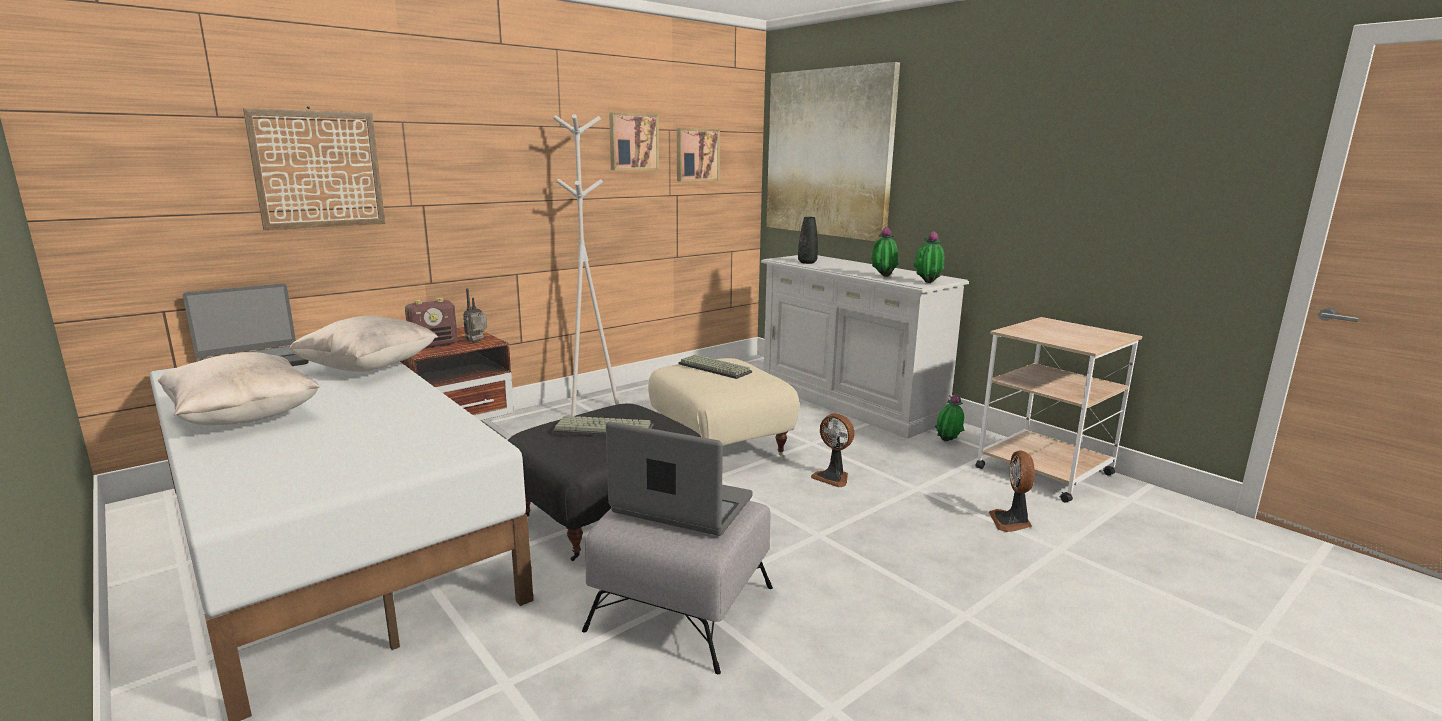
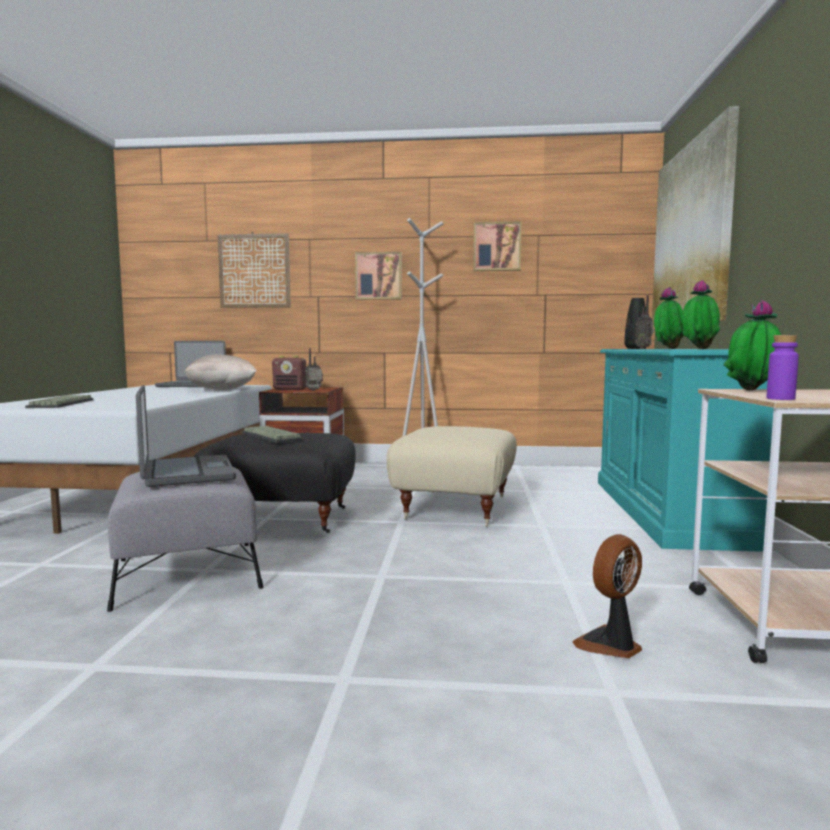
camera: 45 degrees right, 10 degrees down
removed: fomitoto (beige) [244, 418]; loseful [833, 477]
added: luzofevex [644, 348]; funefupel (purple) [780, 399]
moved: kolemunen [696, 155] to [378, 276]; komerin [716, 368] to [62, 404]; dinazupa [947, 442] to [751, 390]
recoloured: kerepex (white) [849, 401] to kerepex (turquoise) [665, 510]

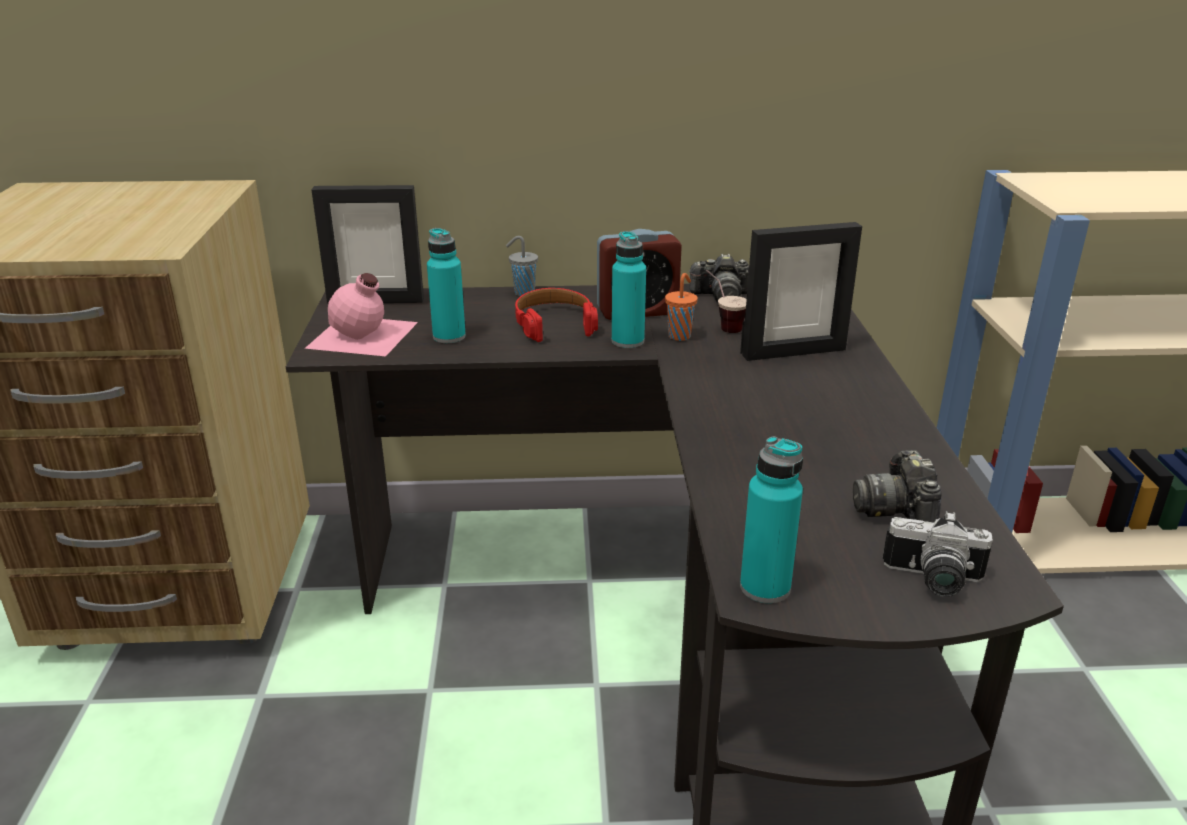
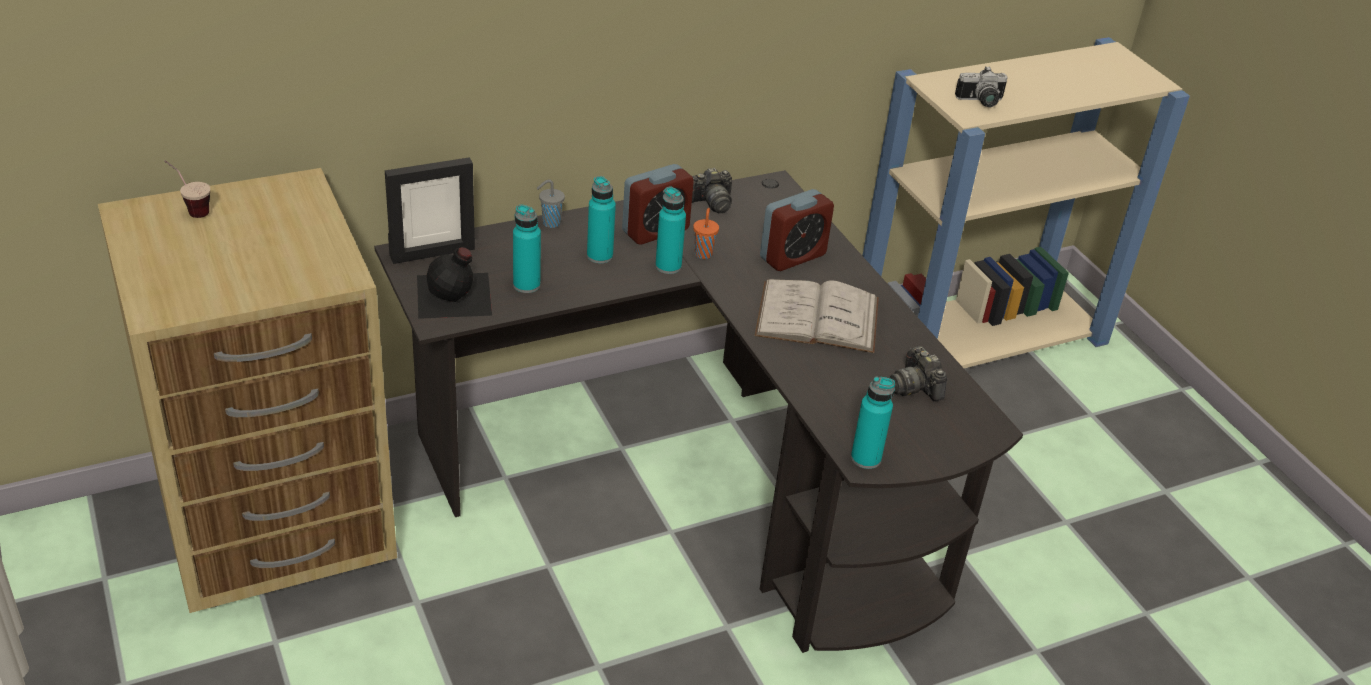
camera: 25 degrees left, 10 degrees up
added: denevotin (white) [817, 317]
moved: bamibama [722, 325] to [190, 209]; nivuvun [933, 581] to [981, 102]
replaced: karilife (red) [554, 324] to funefupel (turquoise) [599, 256]; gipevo [793, 351] to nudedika [792, 256]
recoloured: funefupel (pink) [363, 335] to funefupel (black) [455, 295]

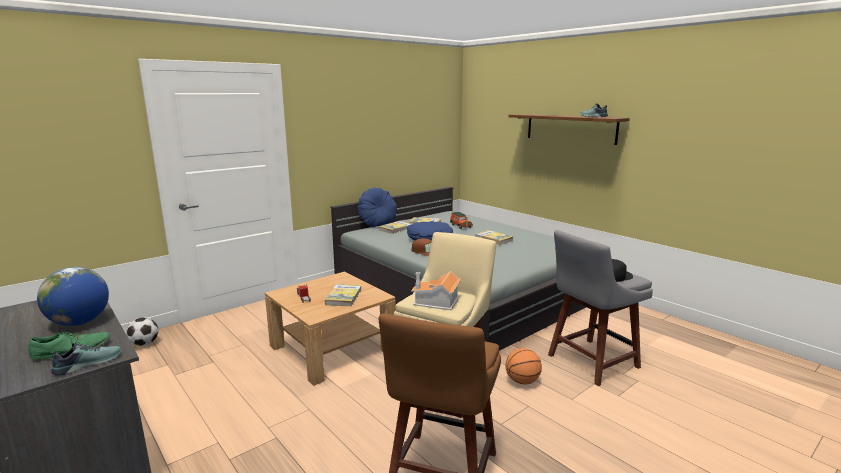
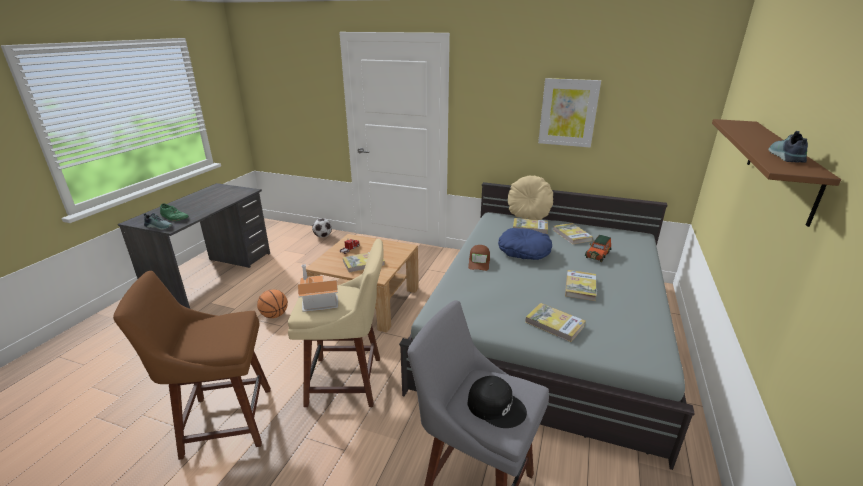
camera: 60 degrees right, 10 degrees up
removed: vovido [80, 322]
added: denevotin [554, 324]; kolemunen [568, 112]
moved: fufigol [522, 381] to [274, 315]
recoloured: fomitoto (blue) [377, 225] to fomitoto (beige) [528, 217]

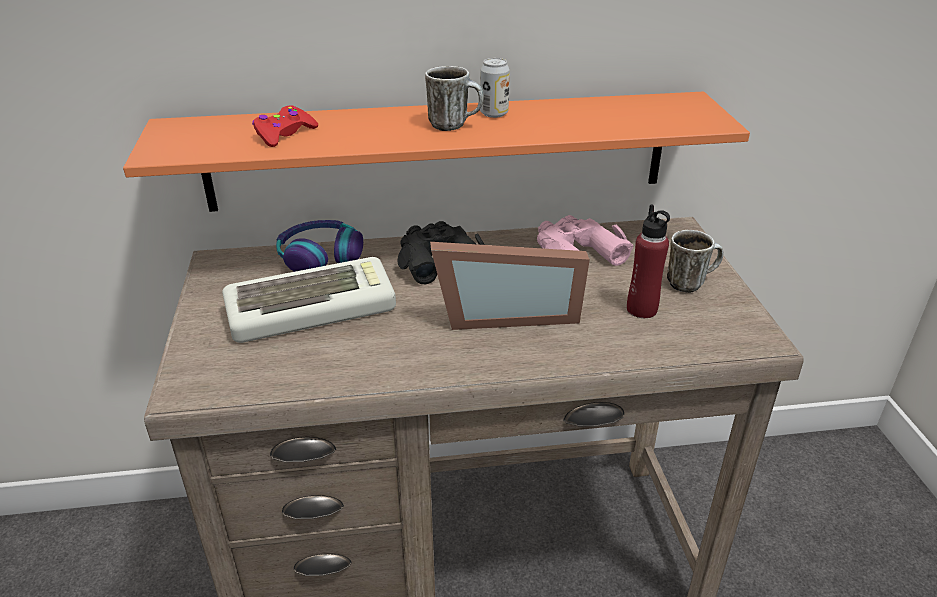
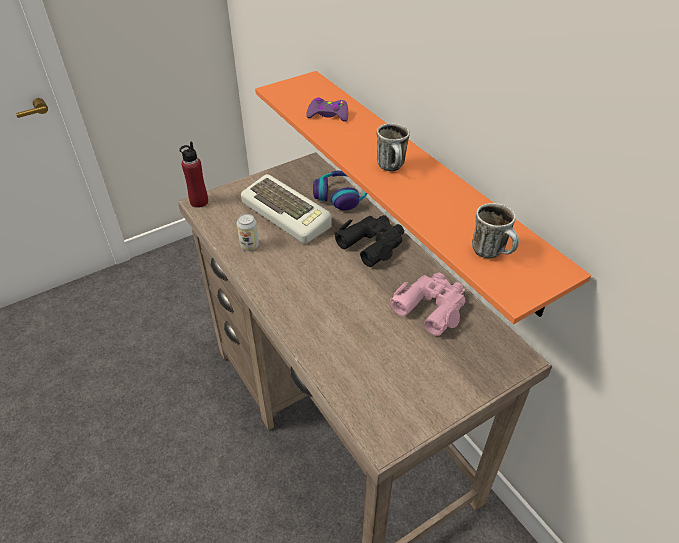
camera: 65 degrees right, 10 degrees up
removed: gipevo [506, 314]
moved: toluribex [494, 113] to [249, 245]; funefupel (red) [642, 309] to [199, 202]; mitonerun [690, 283] to [492, 252]
recoloured: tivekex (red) [284, 134] to tivekex (purple) [328, 115]

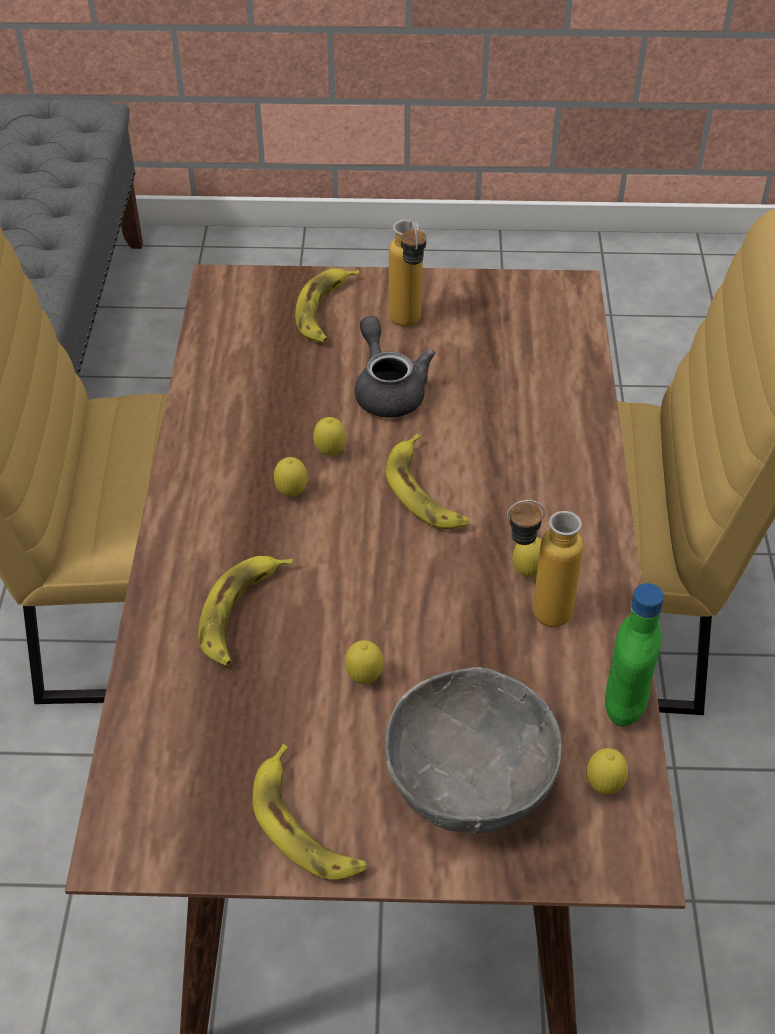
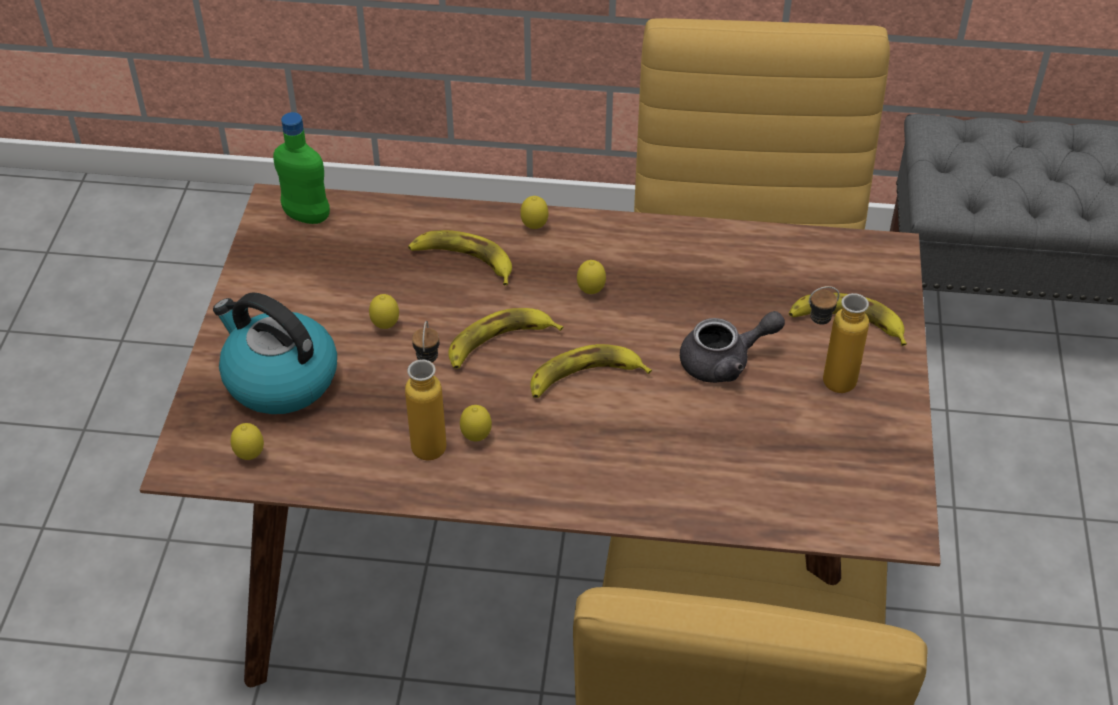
camera: 95 degrees right, 0 degrees up
moved: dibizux [305, 825] to [499, 343]; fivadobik [330, 453] to [534, 227]; funefupel (green) [624, 705] to [306, 217]
replaced: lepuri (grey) [470, 779] to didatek [279, 379]

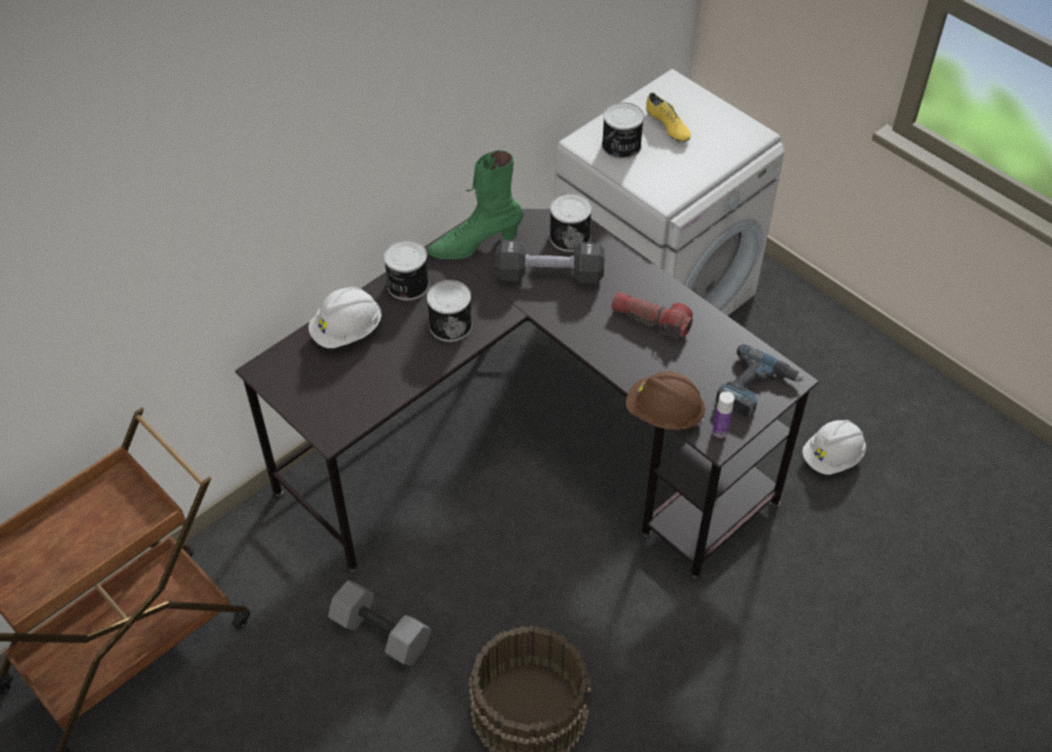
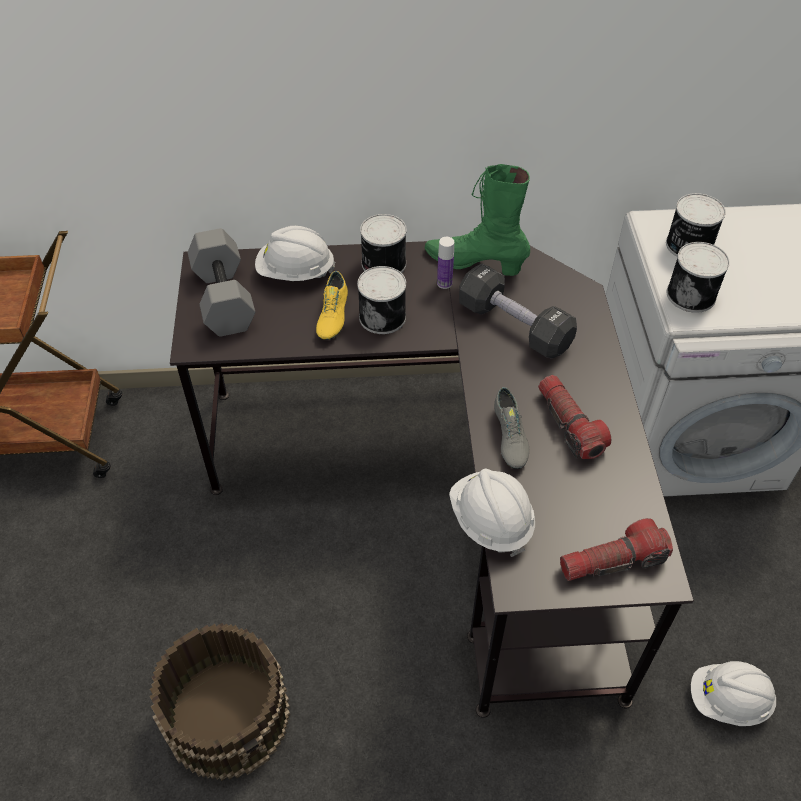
camera: 40 degrees right, 0 degrees up
added: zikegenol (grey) [509, 437]
moved: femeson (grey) [379, 633] to [222, 298]; toluribex [570, 236] to [692, 294]; zikegenol (yellow) [667, 127] to [332, 316]; funefupel [720, 431] to [444, 283]
replaced: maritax [756, 389] to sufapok [612, 561]
recoloured: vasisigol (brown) [664, 414] to vasisigol (white) [490, 521]

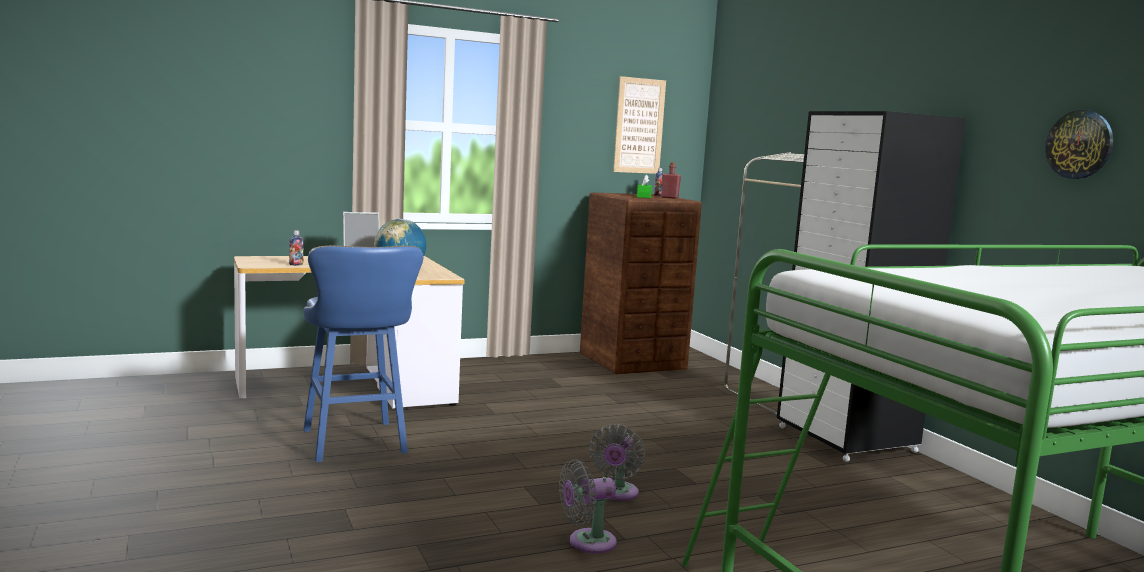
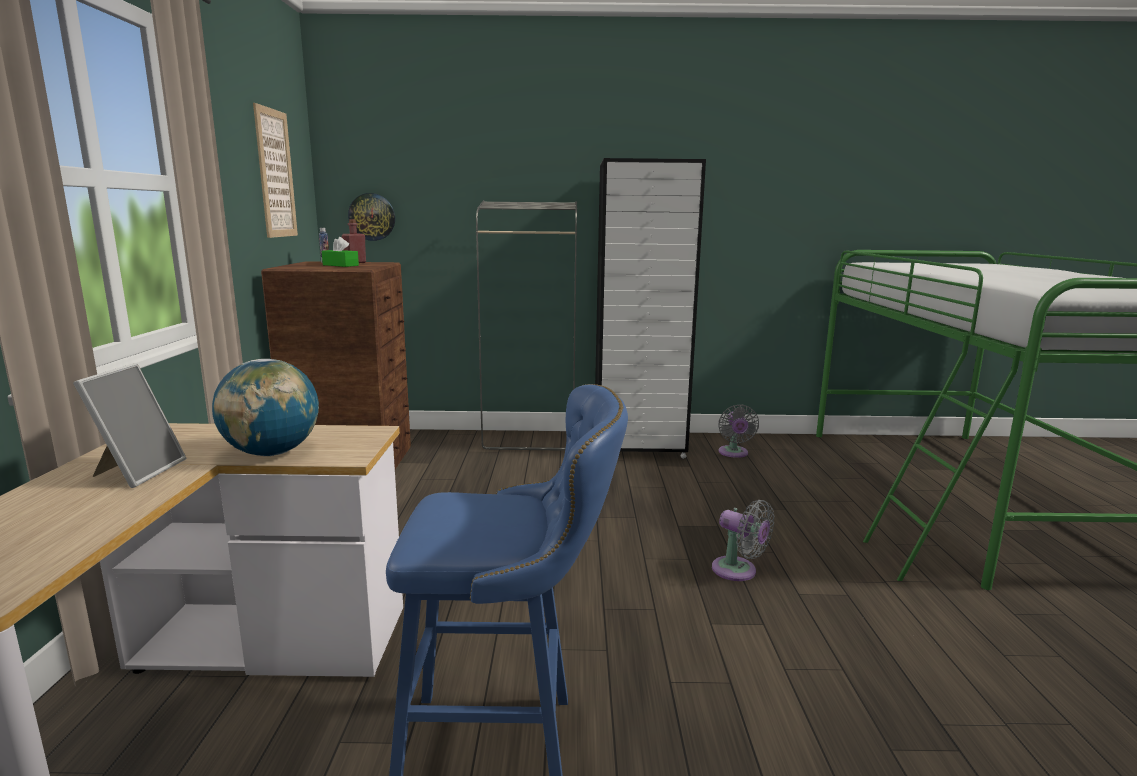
camera: 65 degrees left, 5 degrees up
removed: funefupel [296, 265]
moved: loseful (grey) [587, 542] to [733, 453]; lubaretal [1079, 144] to [372, 217]

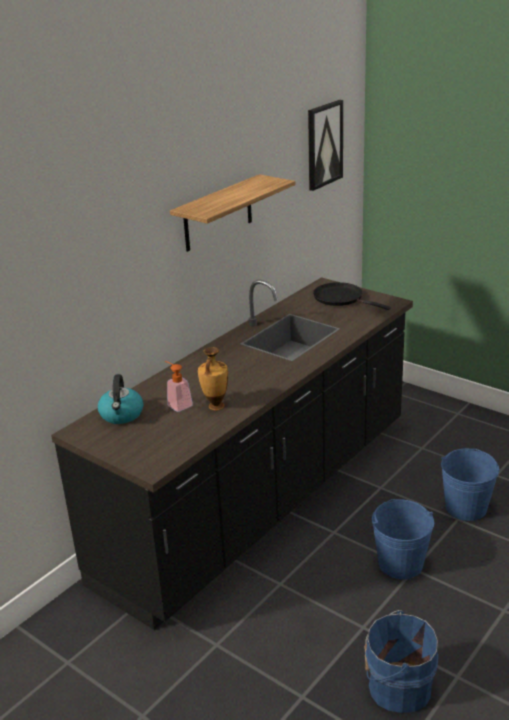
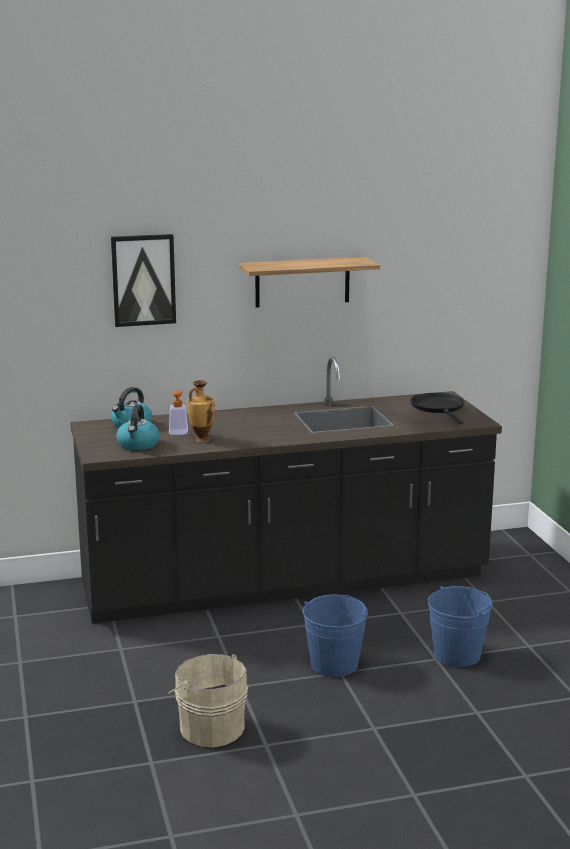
camera: 35 degrees right, 10 degrees down
added: didatek [138, 445]
moved: kolemunen [324, 144] to [143, 280]
recoloured: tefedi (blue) [396, 686] to tefedi (beige) [210, 727]

